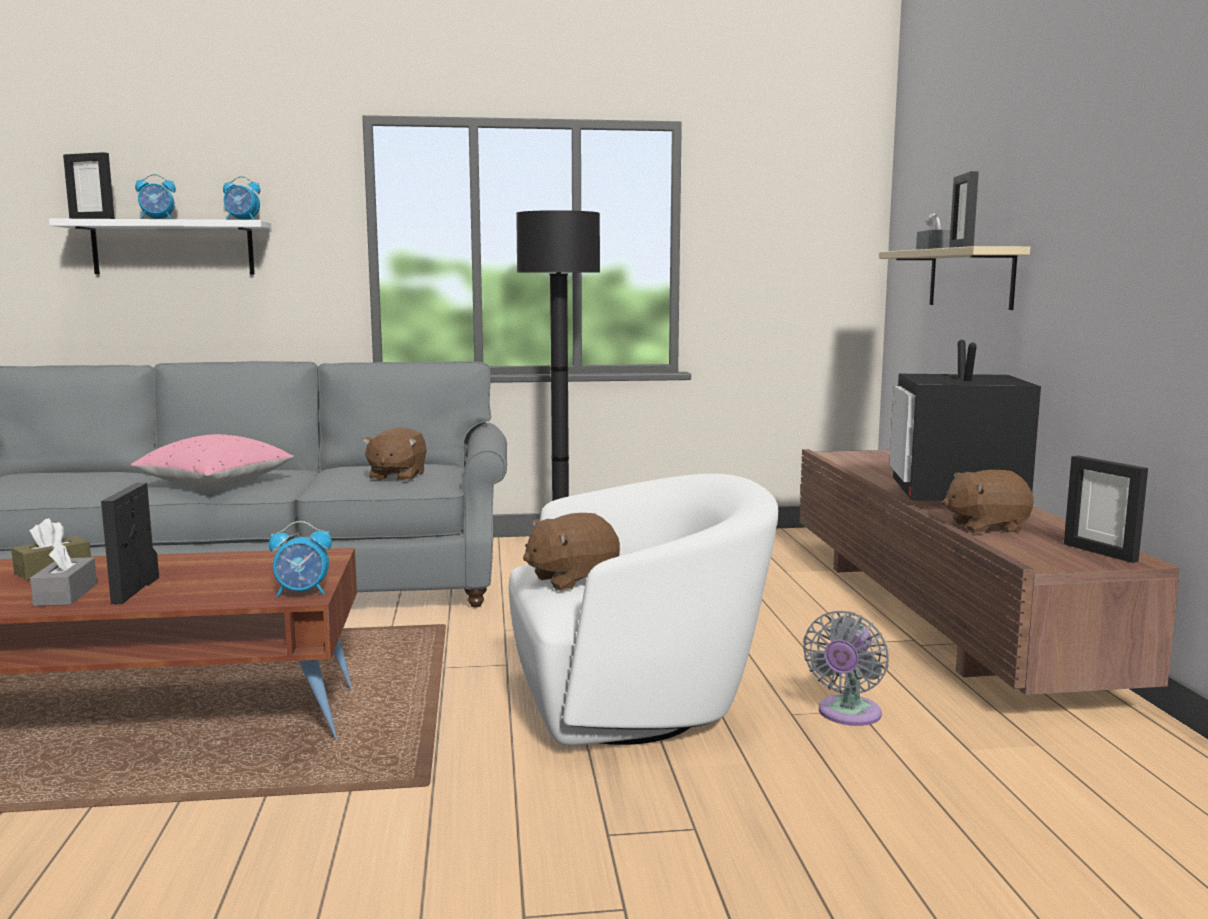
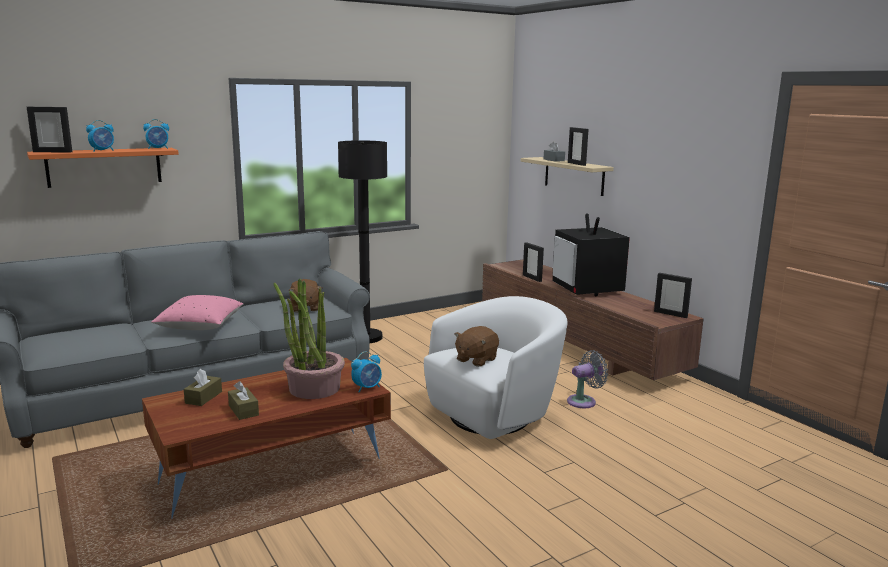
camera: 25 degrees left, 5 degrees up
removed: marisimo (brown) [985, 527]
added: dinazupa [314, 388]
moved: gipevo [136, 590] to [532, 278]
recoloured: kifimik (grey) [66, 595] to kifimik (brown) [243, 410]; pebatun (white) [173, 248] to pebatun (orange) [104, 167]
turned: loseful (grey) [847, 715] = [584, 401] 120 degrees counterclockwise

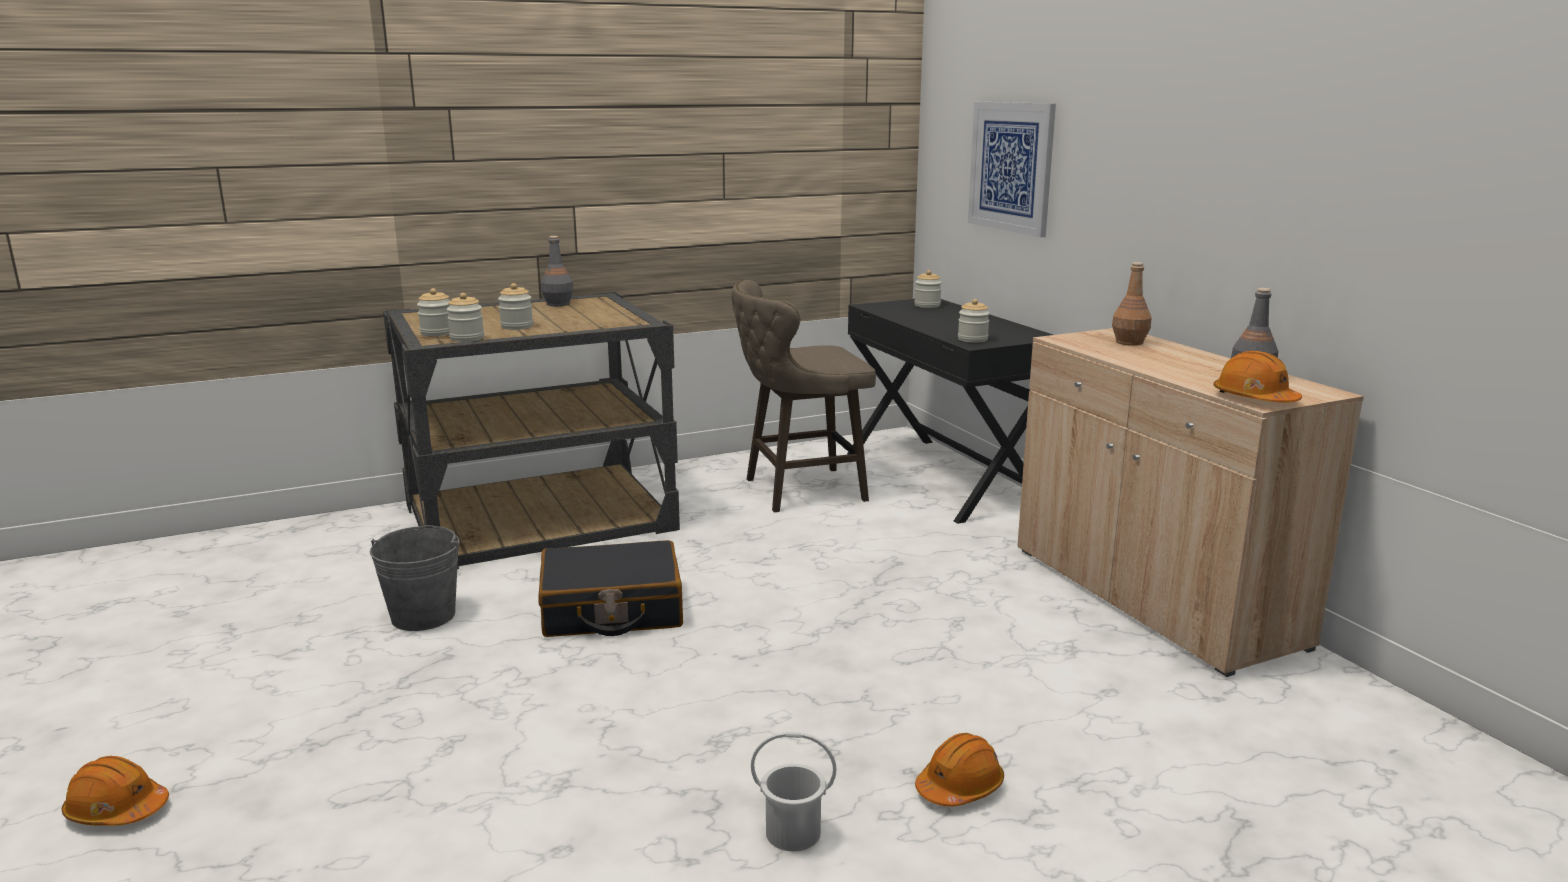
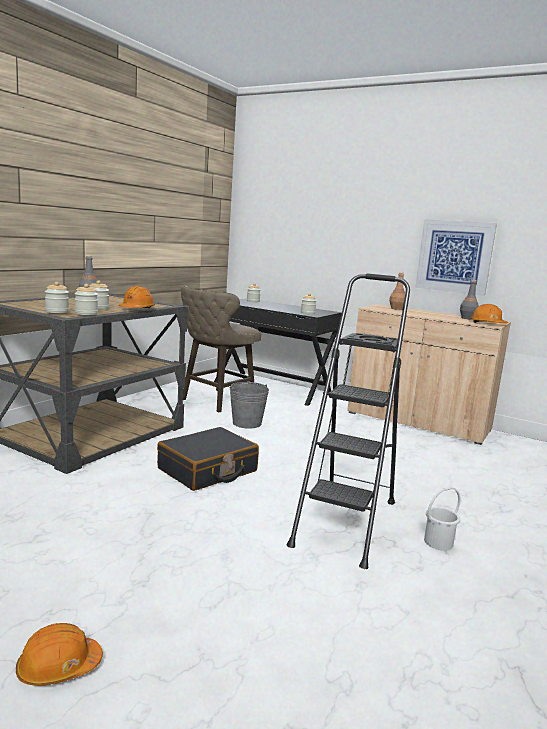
camera: 35 degrees left, 5 degrees down
added: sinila [346, 521]
moved: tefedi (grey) [423, 616] to [247, 423]; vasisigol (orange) [960, 787] to [137, 309]; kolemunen [1011, 167] to [454, 256]

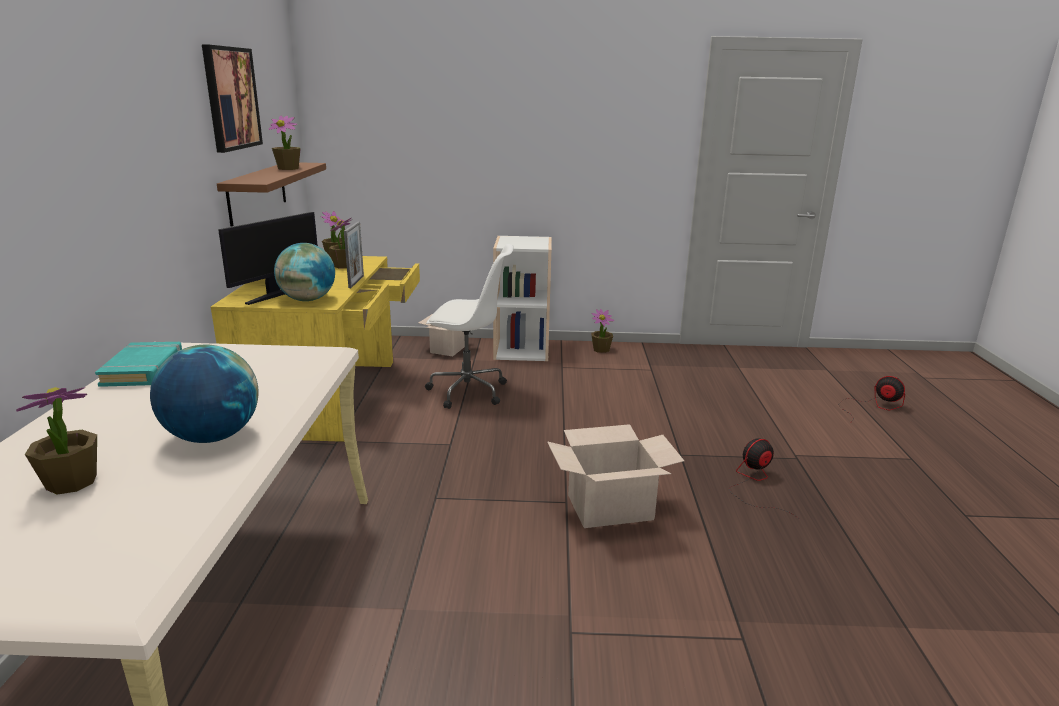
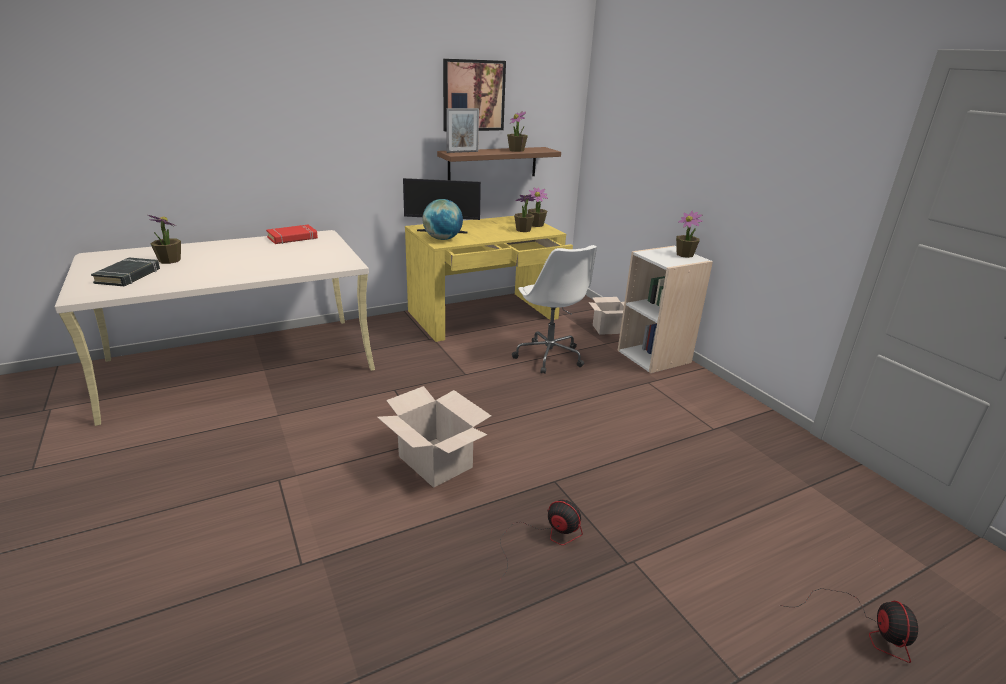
camera: 60 degrees right, 5 degrees up
removed: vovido [212, 437]
added: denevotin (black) [128, 276]
moved: gipevo [356, 281] to [462, 152]; dinazupa [601, 349] to [685, 255]
recoloured: denevotin (turquoise) [144, 370] to denevotin (red) [292, 238]

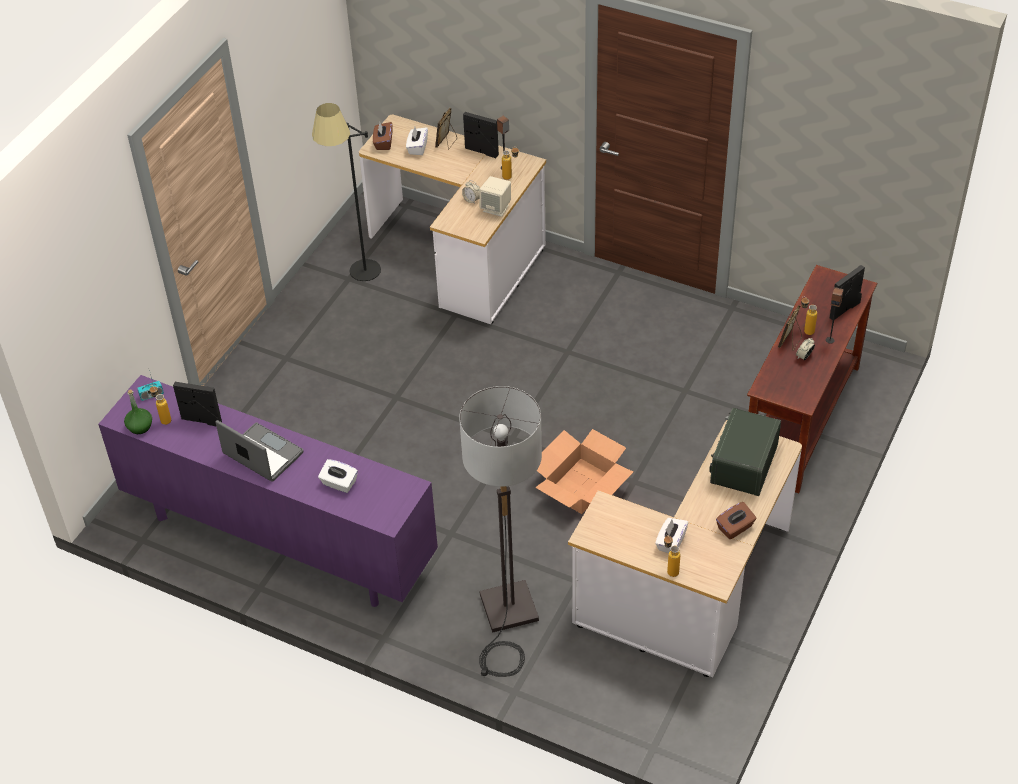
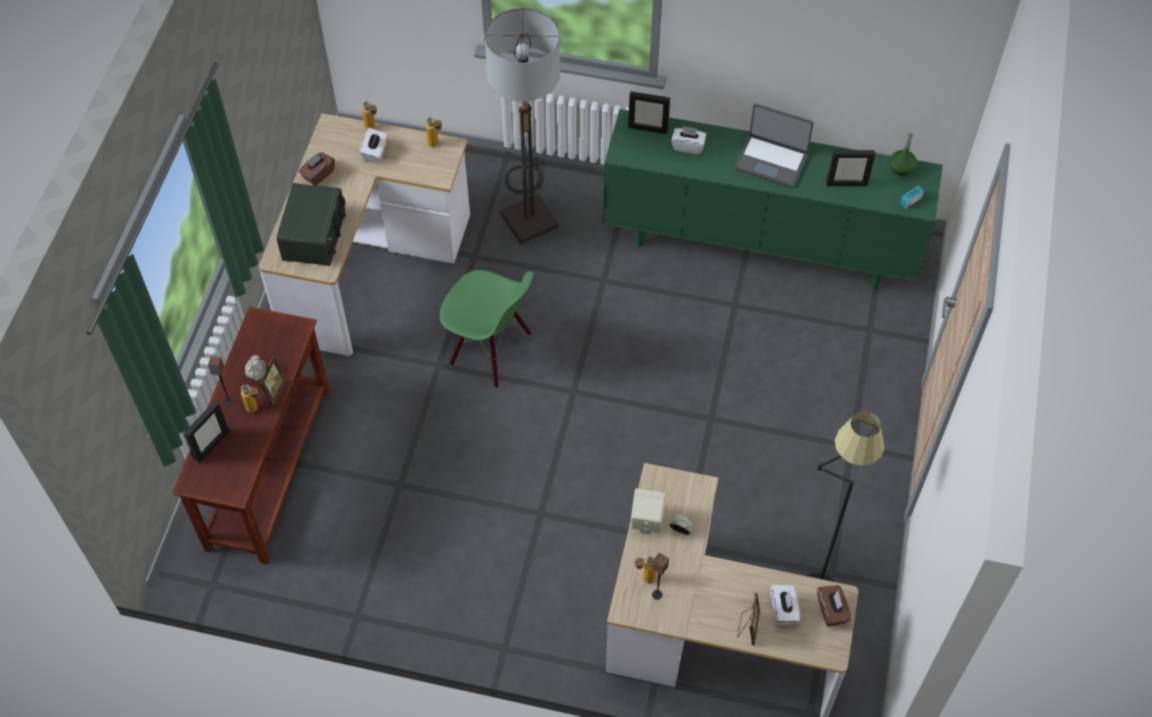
camera: 165 degrees right, 10 degrees up
moved: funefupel [163, 418] to [436, 145]; gipevo [481, 152] to [648, 128]
replaced: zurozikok [581, 486] to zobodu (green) [490, 350]
recoloured: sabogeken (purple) [278, 541] to sabogeken (green) [760, 244]

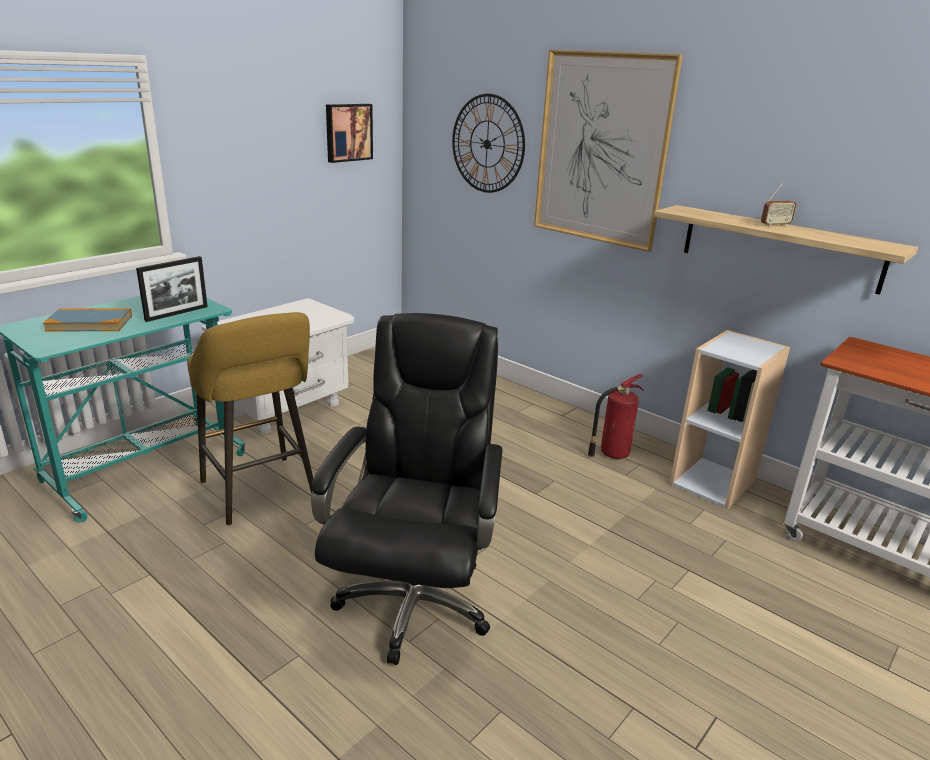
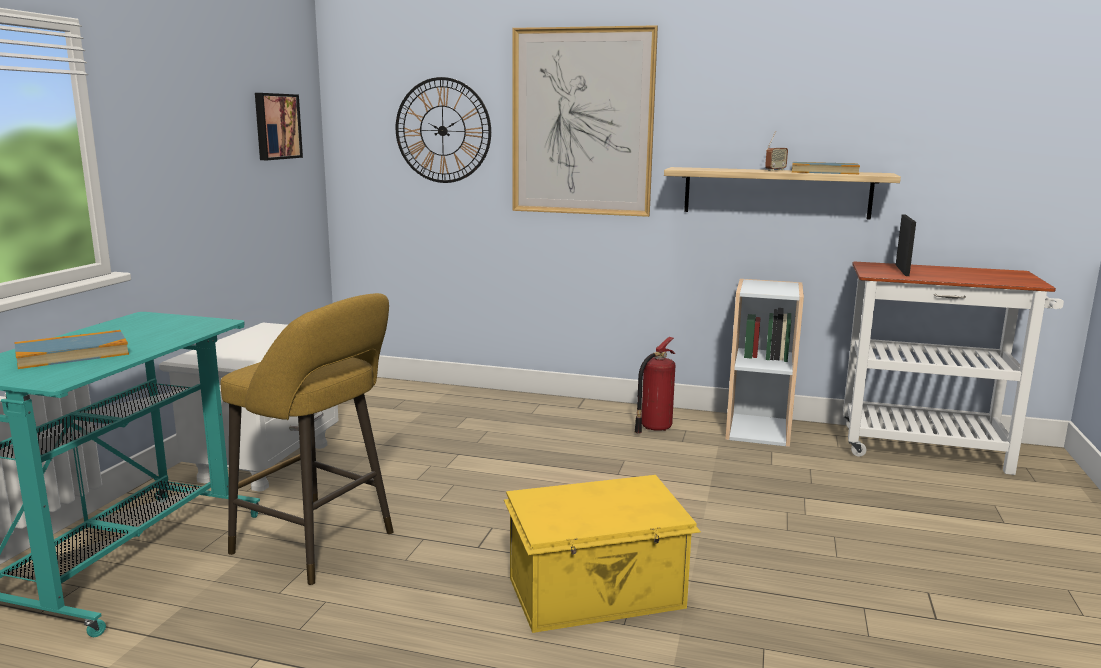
camera: 25 degrees left, 10 degrees down
added: denevotin [824, 172]
moved: gipevo [177, 313] to [902, 270]
replaced: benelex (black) [413, 605] to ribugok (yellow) [597, 594]

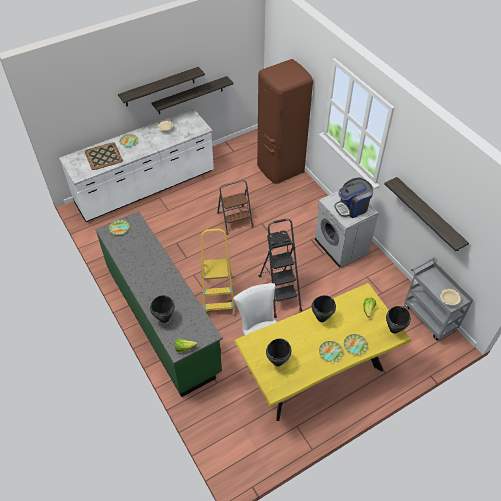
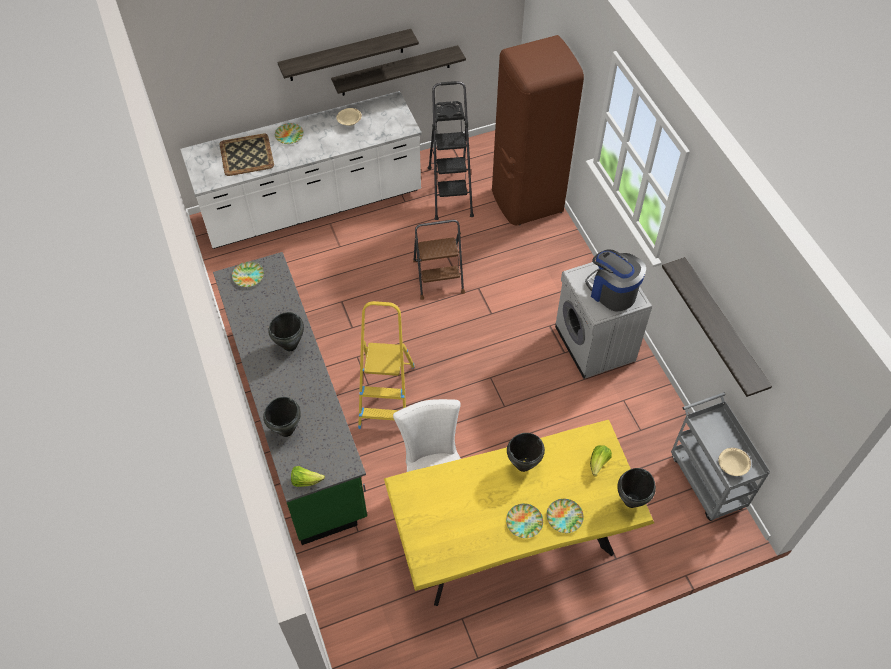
camera: 10 degrees right, 5 degrees up
moved: sinila [279, 292] to [450, 190]; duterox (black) [278, 362] to [290, 345]
turned: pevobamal [352, 207] = [612, 292] 60 degrees clockwise

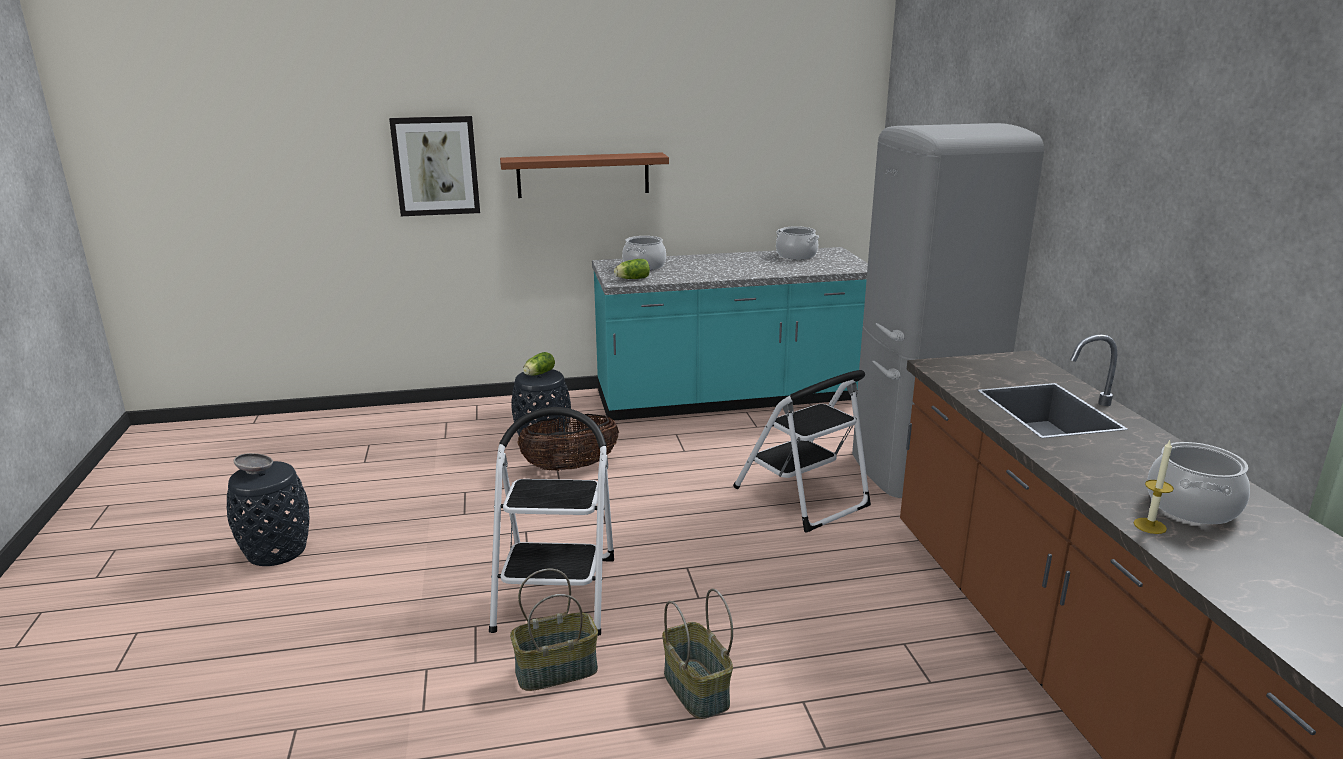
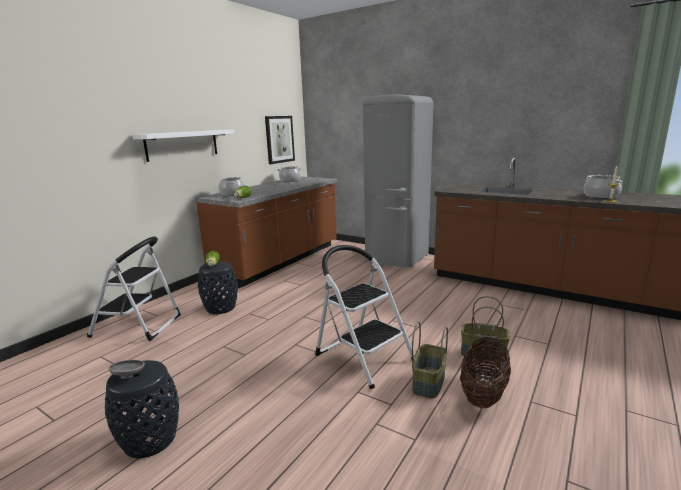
camera: 45 degrees left, 5 degrees down
moved: kolemunen [436, 166] to [279, 139]; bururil [570, 467] to [483, 394]; sinila [803, 498] to [138, 326]
recoloured: pebatun (brown) [583, 175] to pebatun (white) [182, 144]; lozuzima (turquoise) [729, 398] to lozuzima (brown) [279, 261]

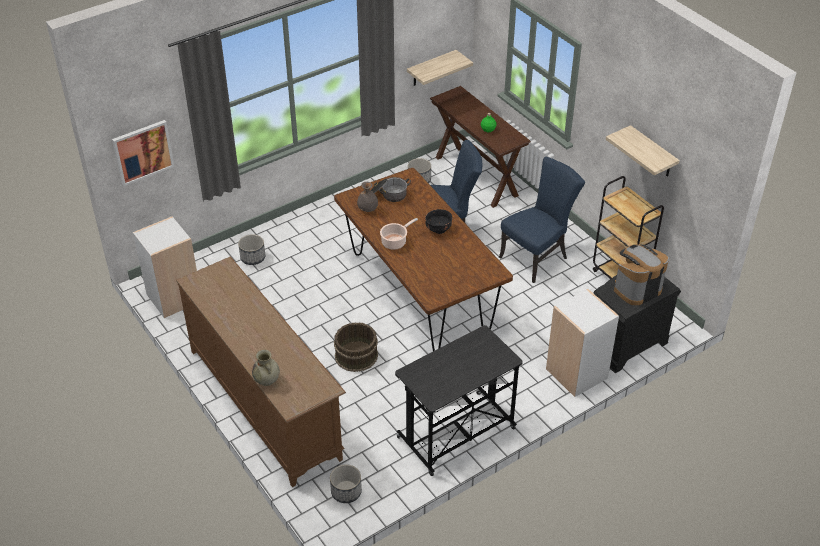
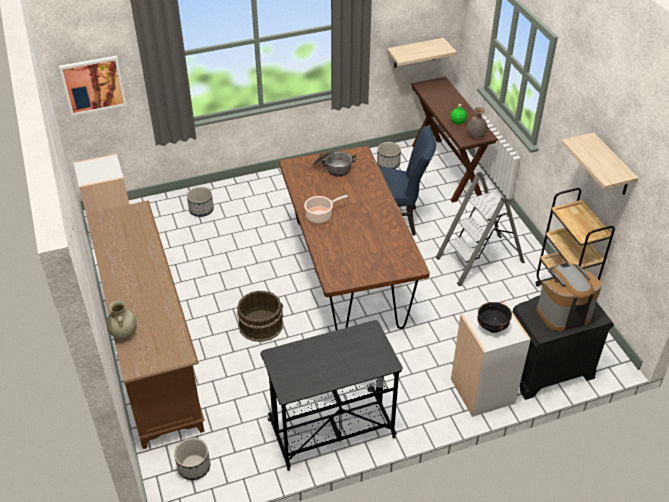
camera: 15 degrees right, 0 degrees up
moved: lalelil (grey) [367, 209] to [476, 135]; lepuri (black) [438, 229] to [492, 327]
replaced: zobodu (blue) [537, 256] to sinila (grey) [481, 259]

